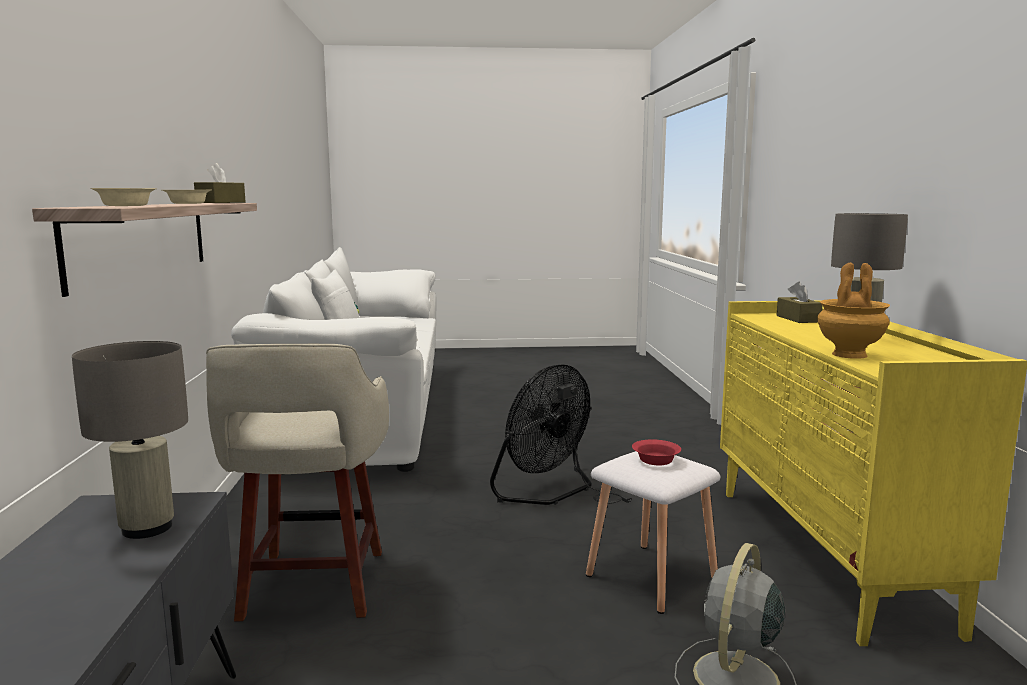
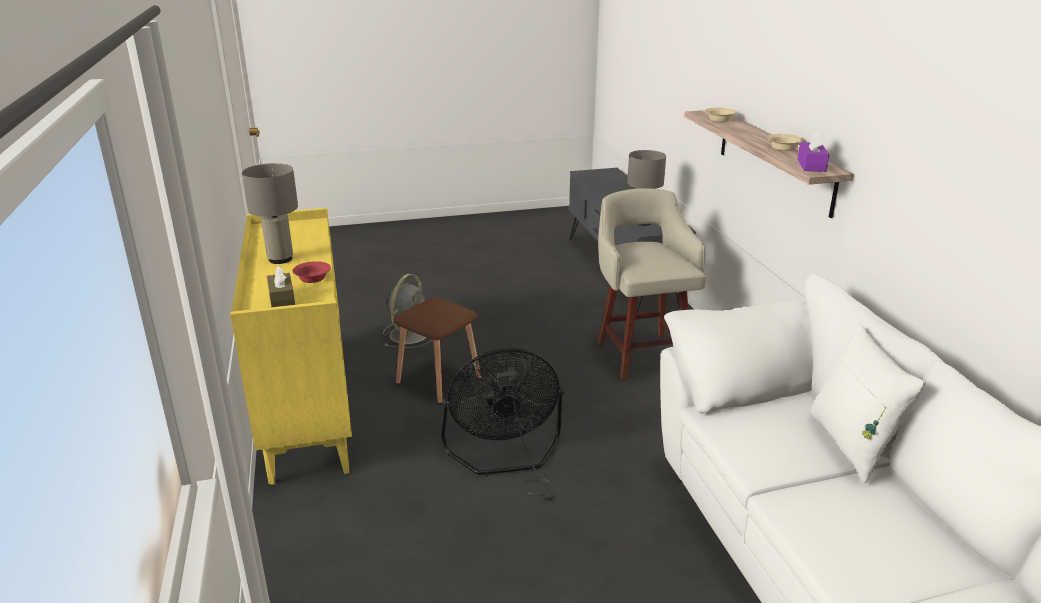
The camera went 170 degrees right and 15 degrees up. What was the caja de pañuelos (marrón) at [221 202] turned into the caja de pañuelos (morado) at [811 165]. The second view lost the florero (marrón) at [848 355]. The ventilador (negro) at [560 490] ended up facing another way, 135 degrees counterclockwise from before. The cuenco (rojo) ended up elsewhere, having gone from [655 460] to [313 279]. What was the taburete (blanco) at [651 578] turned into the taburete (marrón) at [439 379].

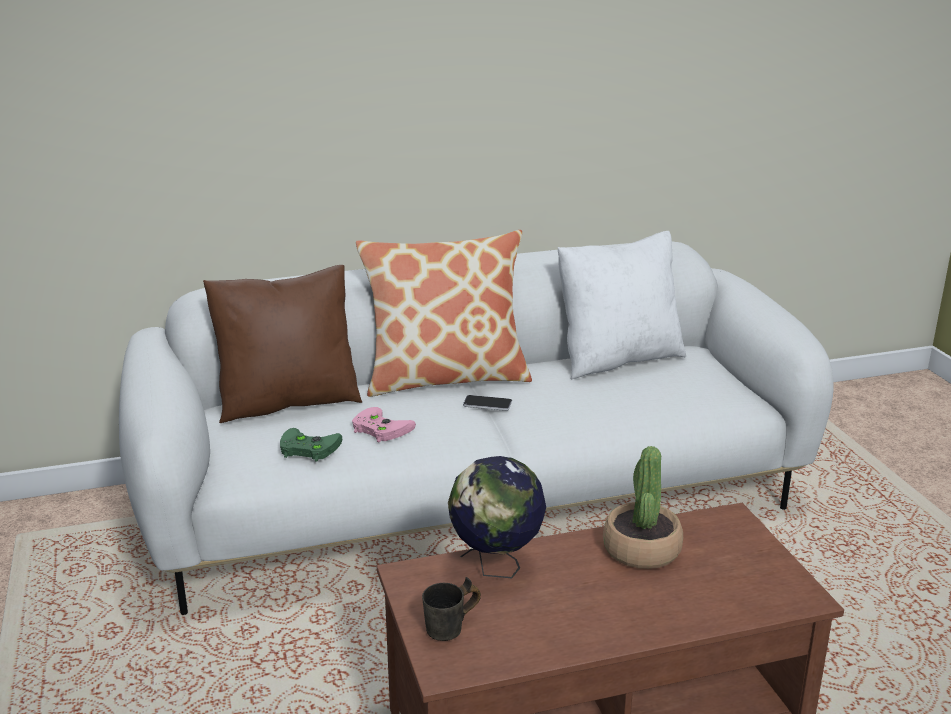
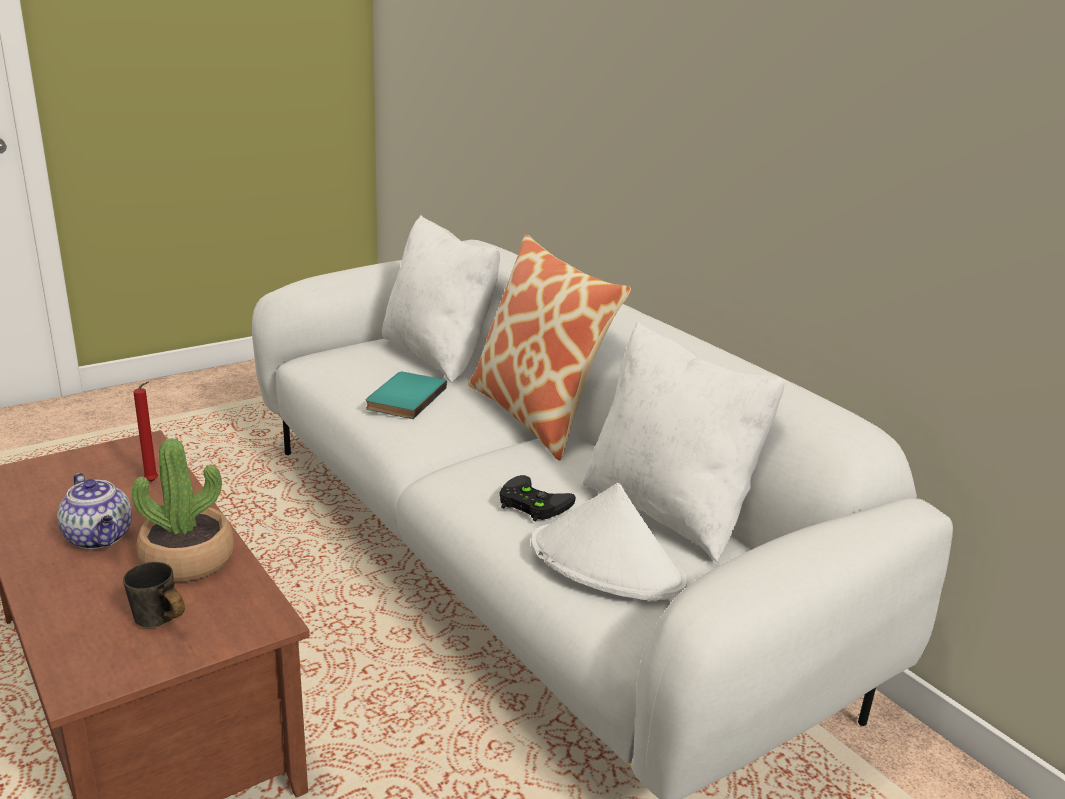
The camera went 70 degrees right and 0 degrees up. What was the cojín (marrón) at [288 402] turned into the cojín (blanco) at [438 355]. The second view lost the móvil at [487 404]. Where the mando de consola (rosa) stood at [379 428], the libro (turquesa) came to stand at [403 398]. The second view lost the mando de consola (verde) at [306 448]. Where the globo terráqueo stood at [496 567], the vela (rojo) came to stand at [153 482]. The taza grande (gris) ended up elsewhere, having gone from [453 631] to [156 624]. The second view gained the tetera at [100 537]. The second view gained the mando de consola (negro) at [531 503]. The second view gained the sombrero (blanco) at [607 564].

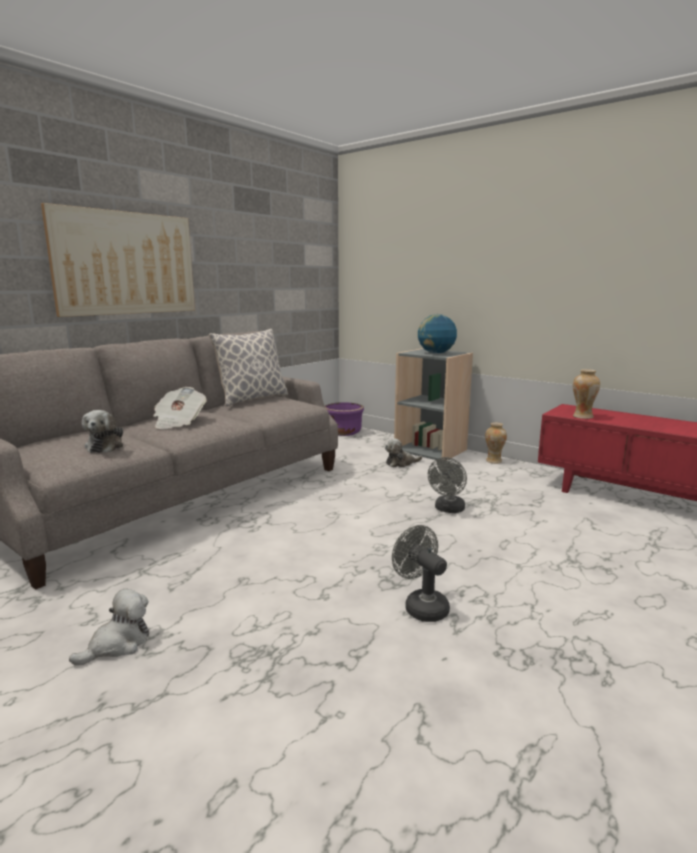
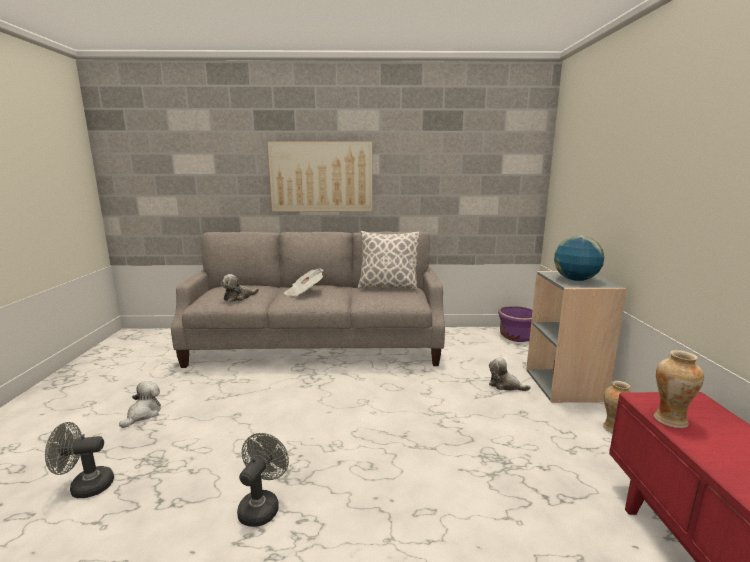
The camera went 50 degrees right and 0 degrees up. The ventilador (gris) ended up elsewhere, having gone from [448 510] to [85 486]. The peluche at [118 644] ended up facing another way, 75 degrees counterclockwise from before.

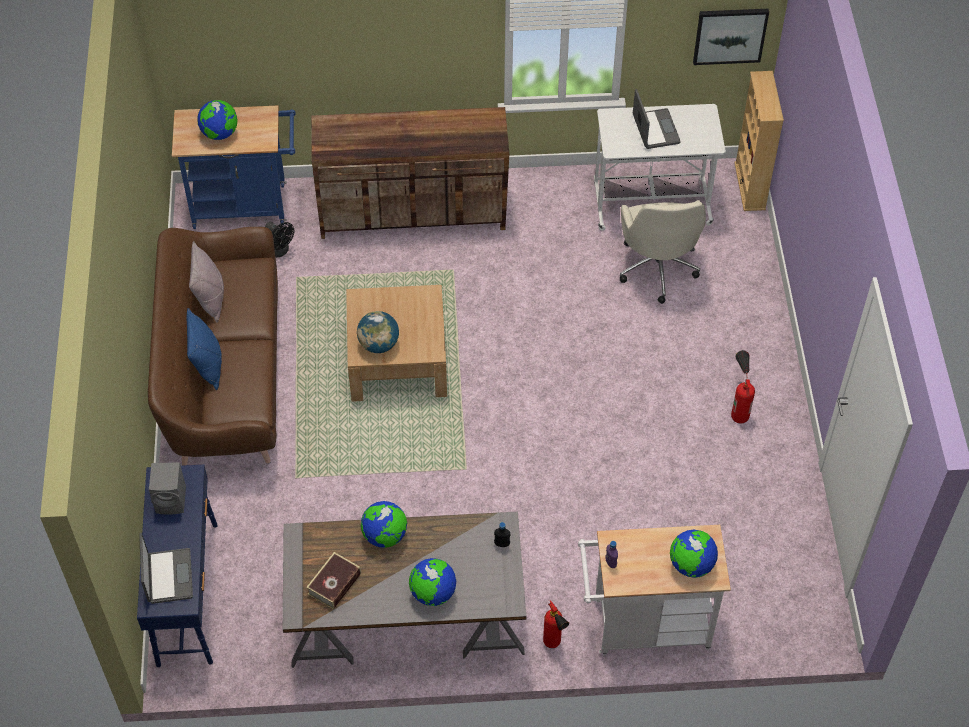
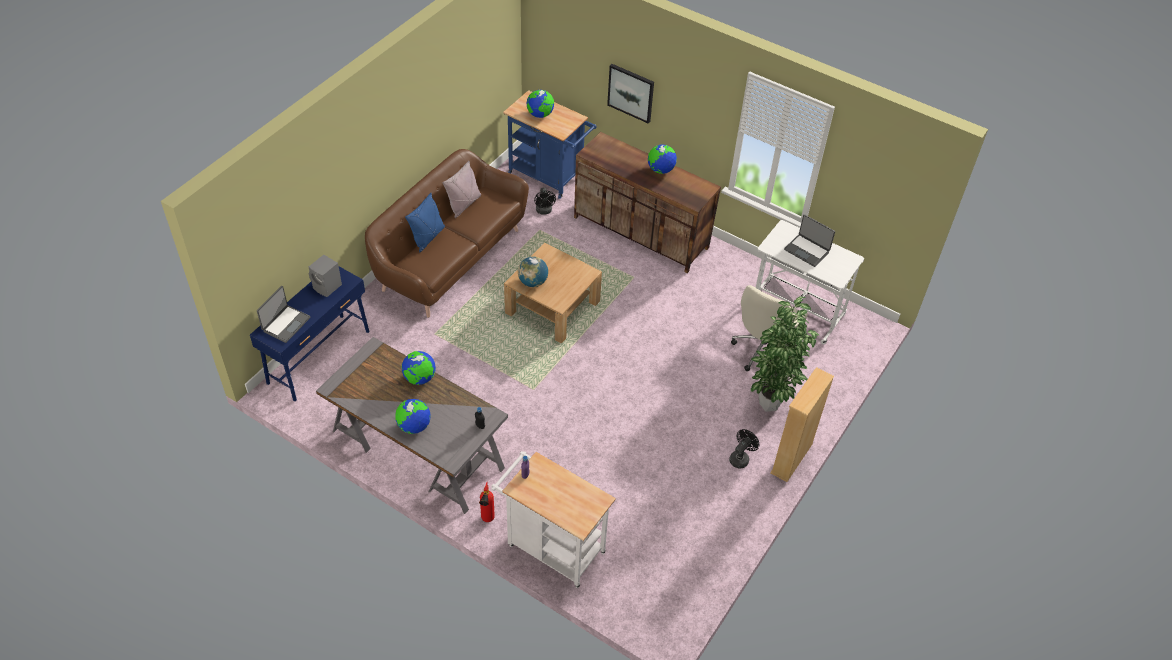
The camera went 35 degrees right and 5 degrees down. The cuadro ended up elsewhere, having gone from [730 35] to [631 92]. The estantería (beis) ended up elsewhere, having gone from [750 186] to [791 458]. The portátil at [654 129] ended up facing another way, 105 degrees clockwise from before. Where the extintor stood at [739 402], the ventilador (negro) came to stand at [741 458]. The globo terráqueo ended up elsewhere, having gone from [691 565] to [660 170]. The second view lost the libro at [334 584]. The second view gained the planta en maceta at [770 407].

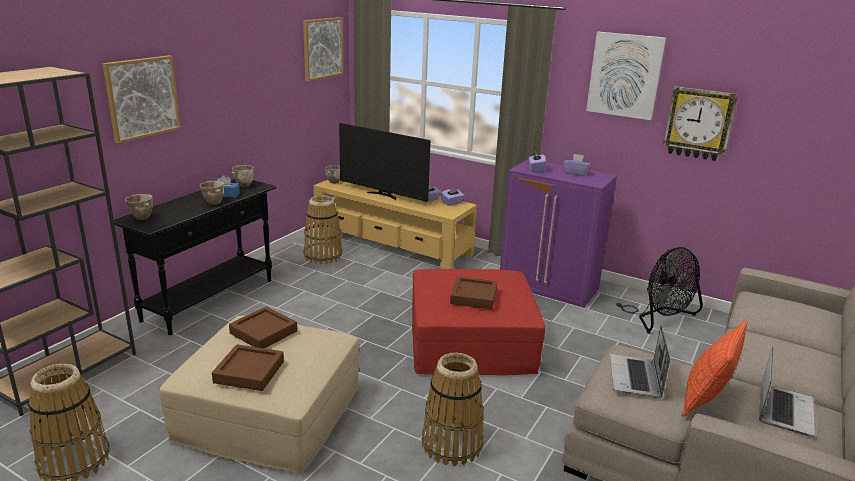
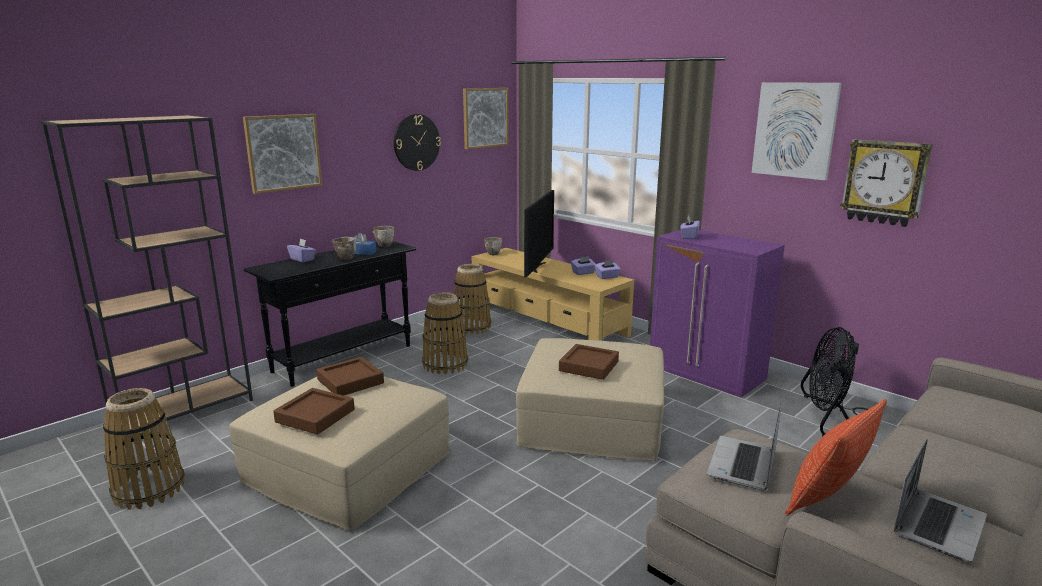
The camera went 15 degrees right and 5 degrees down. The televisor at [383 195] ended up facing another way, 120 degrees counterclockwise from before. The caja de pañuelos (morado) ended up elsewhere, having gone from [575 173] to [302 259]. The second view lost the cuenco at [141 218]. The ventilador (negro) at [658 318] ended up facing another way, 120 degrees clockwise from before. What was the puf (rojo) at [472 342] turned into the puf (beis) at [593 421]. The cesta ended up elsewhere, having gone from [452 444] to [445 364]. The second view gained the reloj de pared at [416 142].

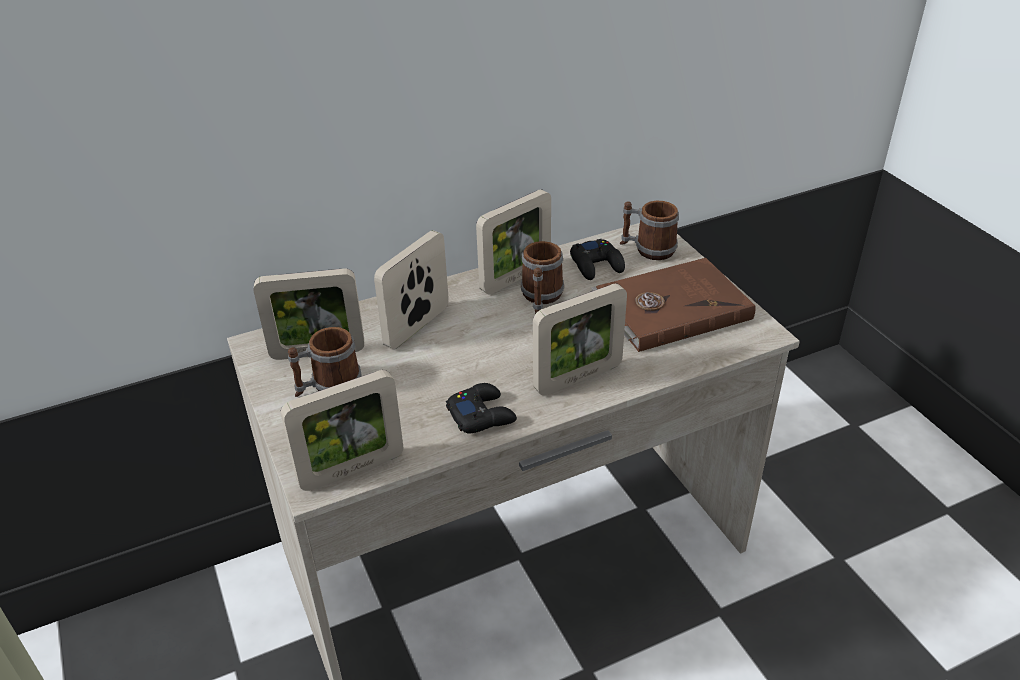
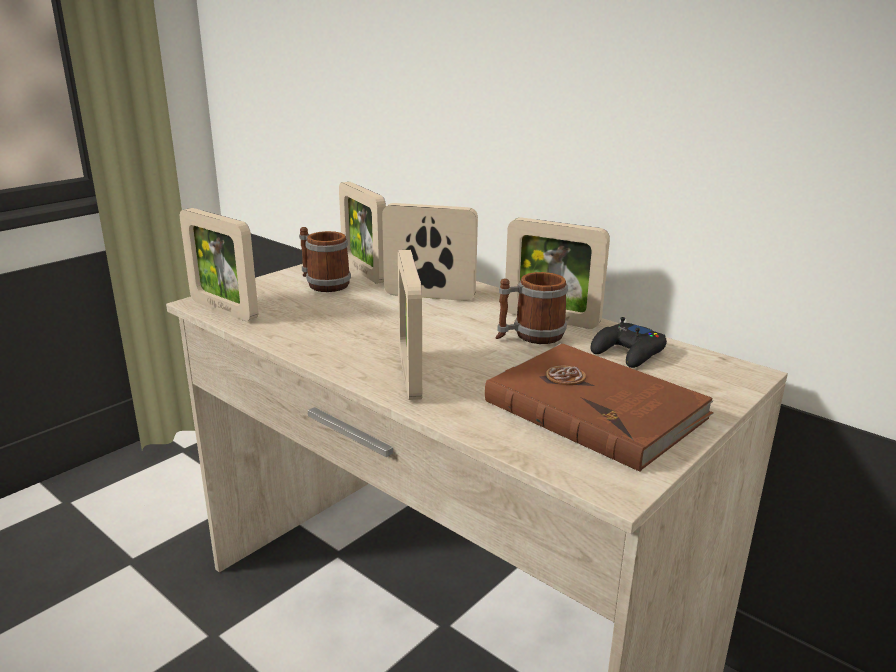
The camera went 65 degrees right and 15 degrees down. The second view lost the taza grande at [647 249]. The portarretratos at [578 378] ended up facing another way, 45 degrees clockwise from before. The second view lost the mando de consola (negro) at [481 415].

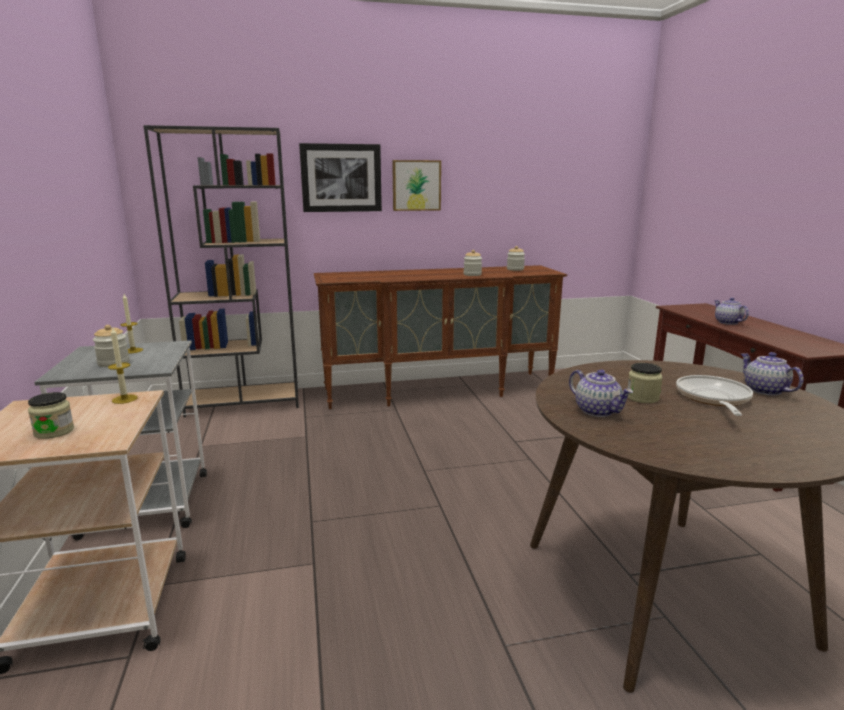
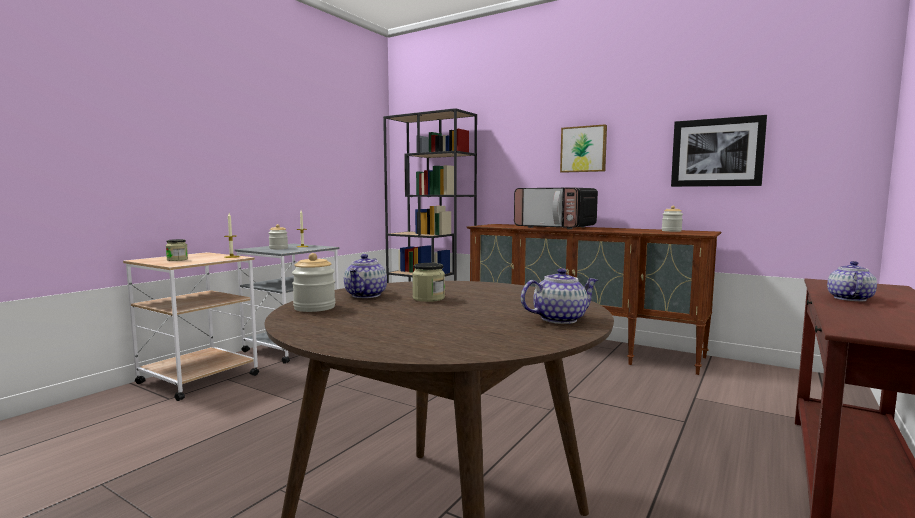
The camera went 45 degrees right and 10 degrees down. The cuadro ended up elsewhere, having gone from [341 178] to [716 152]. The tarro ended up elsewhere, having gone from [472 274] to [314 308]. The tetera at [764 390] ended up facing another way, 45 degrees clockwise from before. The second view lost the sartén at [713 399]. The second view gained the microondas at [556 227].

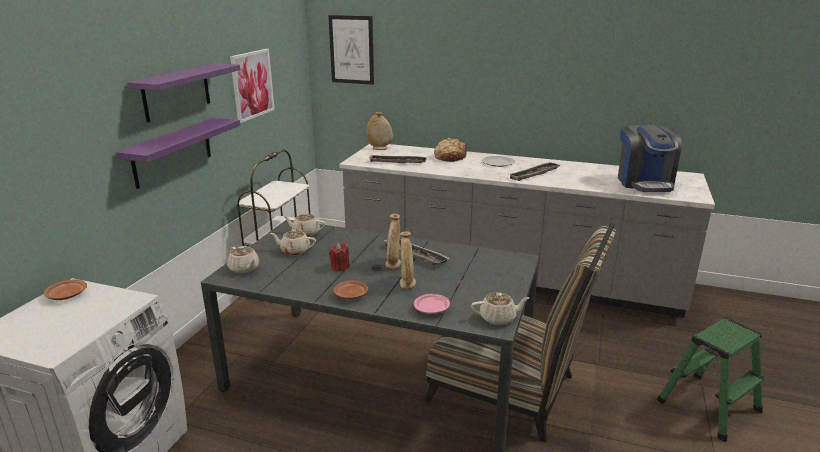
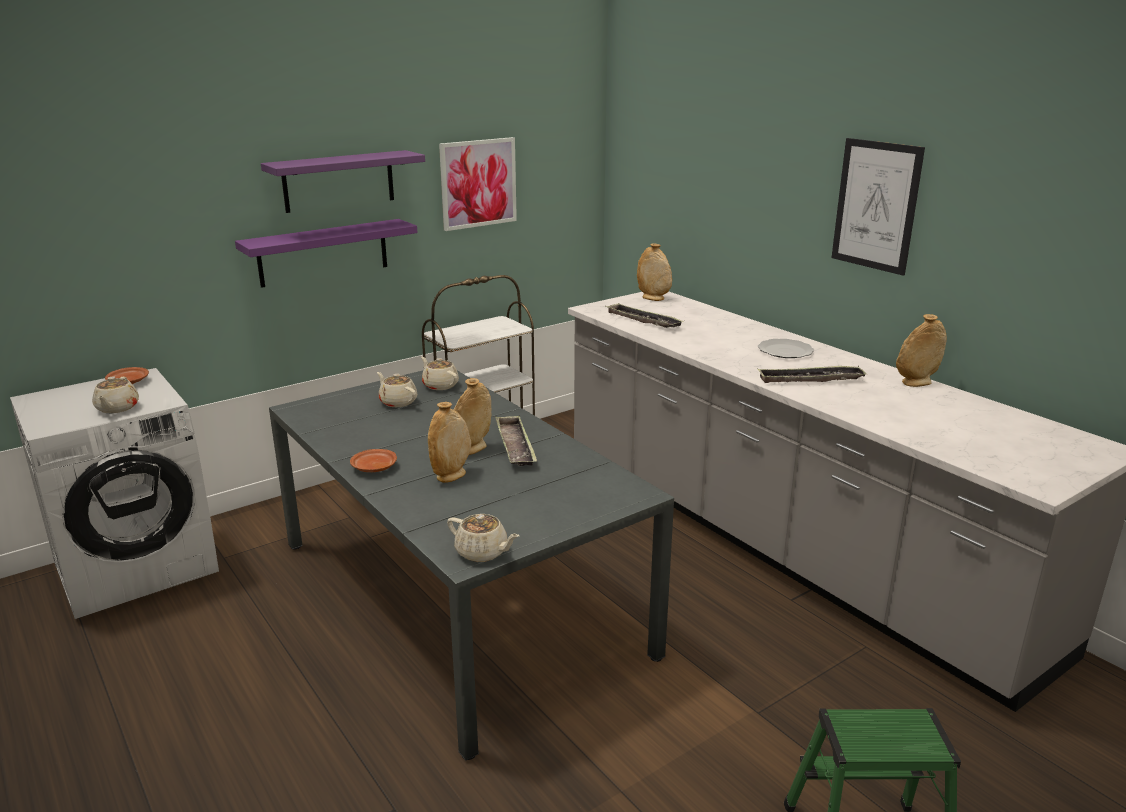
The camera went 35 degrees right and 0 degrees up. The cuadro ended up elsewhere, having gone from [351 50] to [876 205]. The second view lost the cafetera at [644 183]. The second view lost the pan at [450 157]. The second view lost the silla at [510 391]. The second view lost the vela (rojo) at [340 267]. The tetera (beis) ended up elsewhere, having gone from [244 269] to [117 408]. The second view lost the plato (rosa) at [432 309]. The second view gained the florero (beis) at [916 383].

